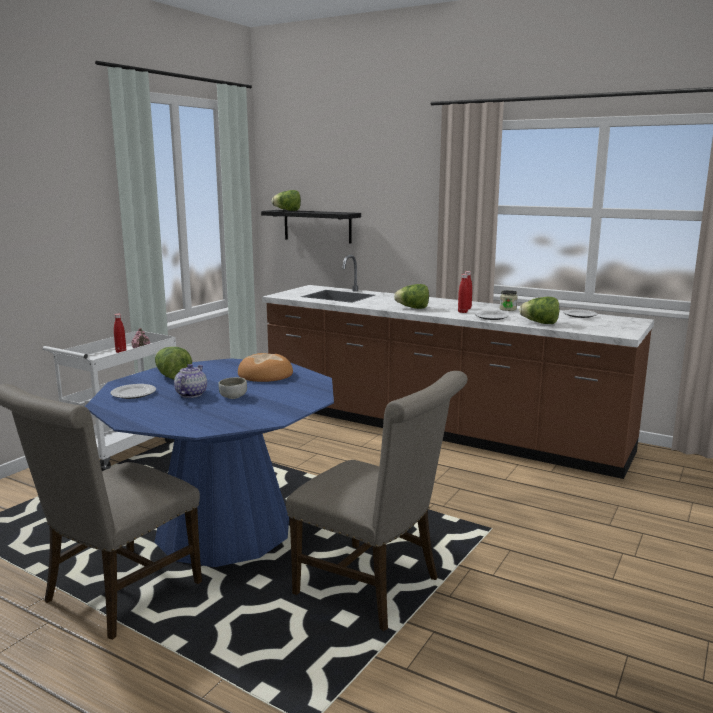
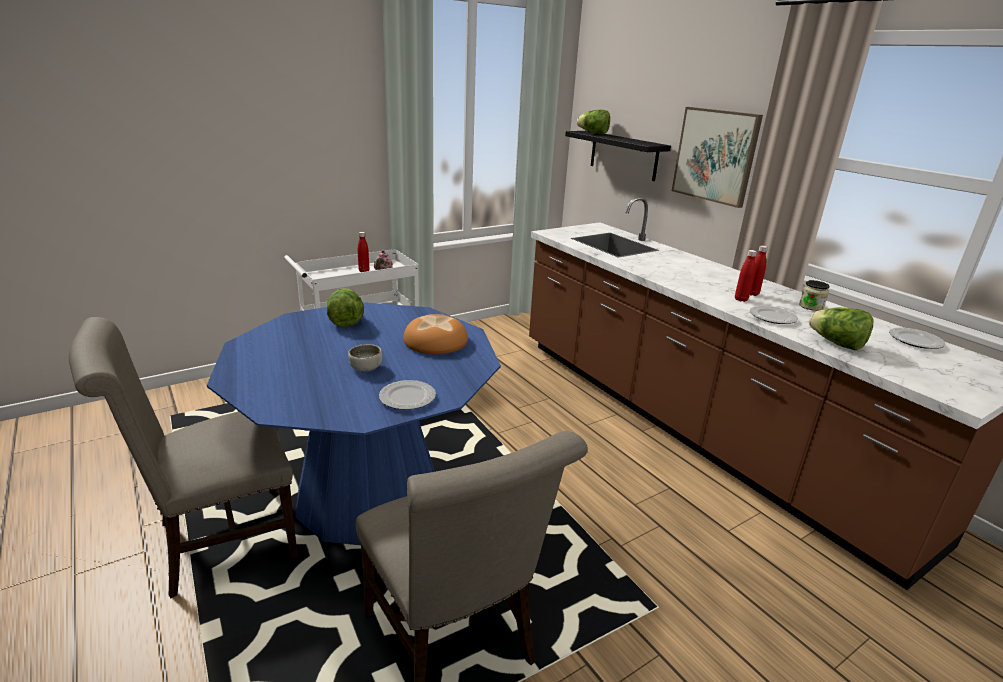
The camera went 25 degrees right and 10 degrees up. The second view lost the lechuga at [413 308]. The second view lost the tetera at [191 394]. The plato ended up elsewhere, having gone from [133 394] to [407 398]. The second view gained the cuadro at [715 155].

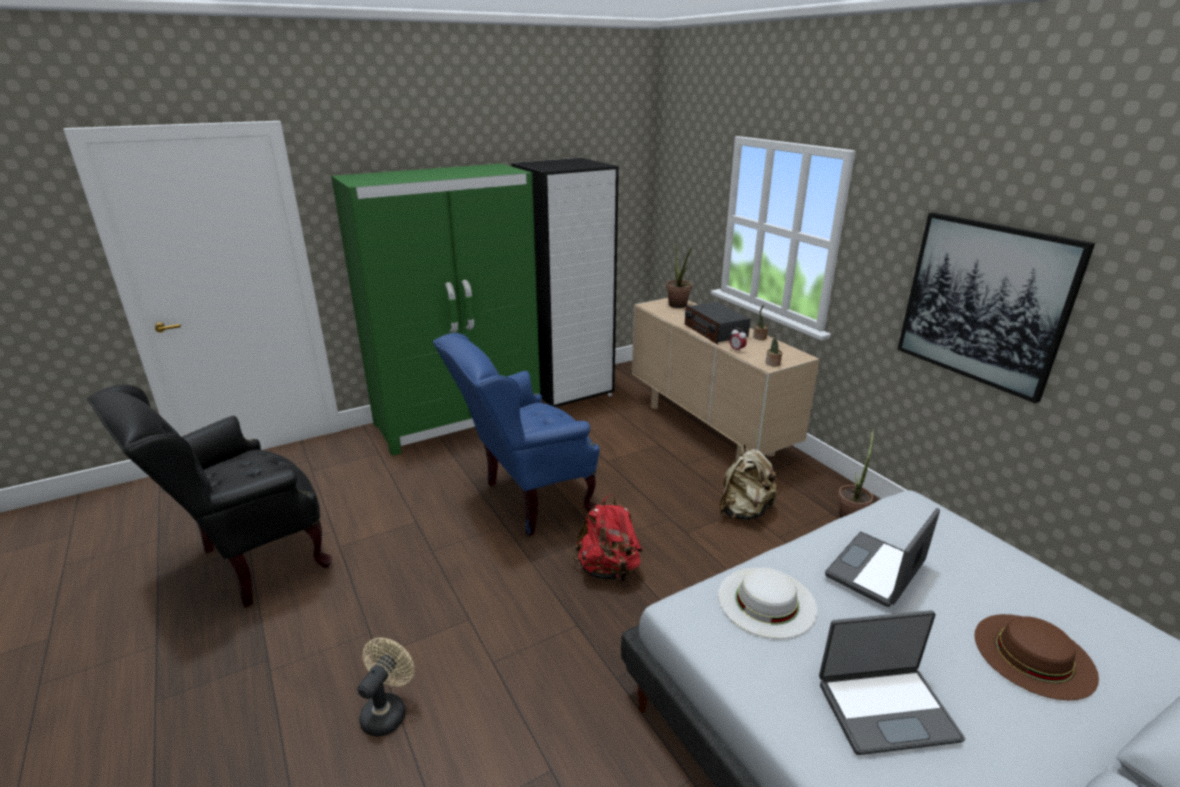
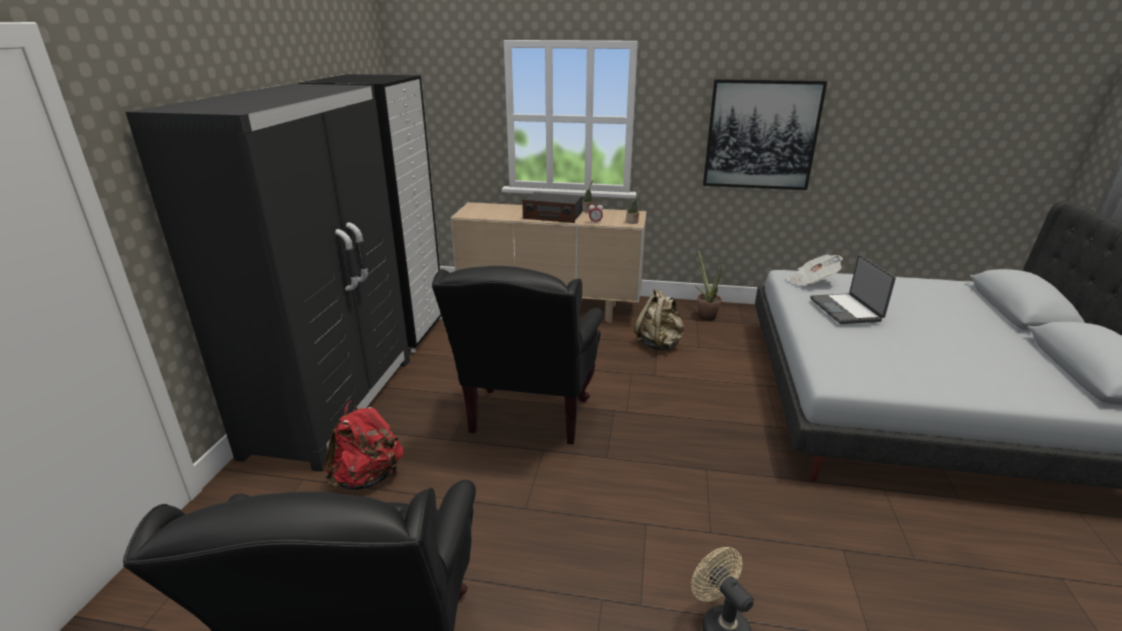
The camera went 50 degrees left and 0 degrees up. What was the armario (verde) at [460 420] turned into the armario (negro) at [336 403]. The second view lost the planta en maceta at [679 306]. What was the sillón (azul) at [525 502] turned into the sillón (negro) at [525 425]. The mochila (rojo) ended up elsewhere, having gone from [608 570] to [368 477]. The second view lost the sombrero (blanco) at [766 601]. The second view lost the portátil at [885 708]. The second view lost the sombrero (marrón) at [1034 654]. The second view gained the periódico at [811 282].

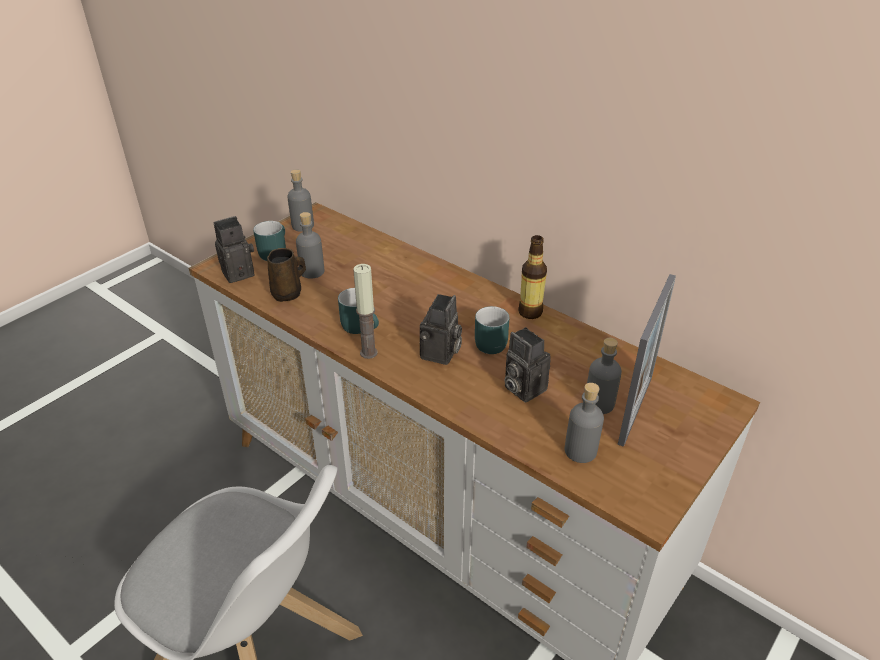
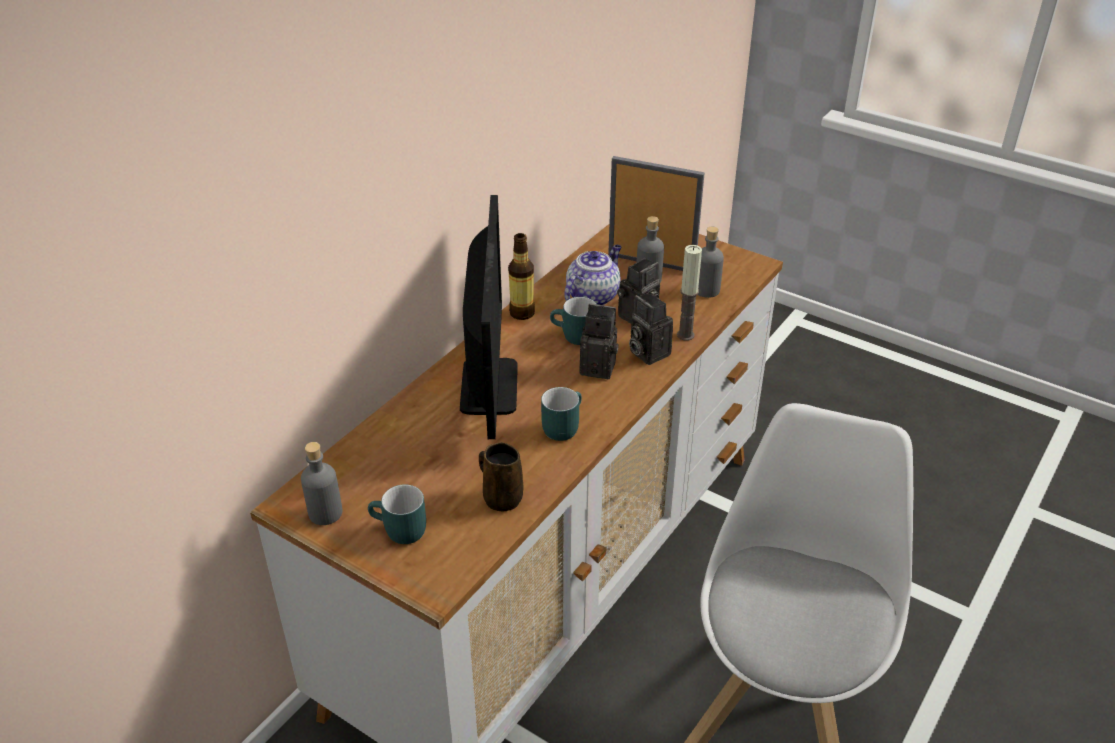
The camera went 95 degrees left and 0 degrees up. The second view lost the botella (gris) at [312 271]. The cámara ended up elsewhere, having gone from [239 272] to [646 352]. The vela ended up elsewhere, having gone from [368 353] to [685 335]. The second view gained the monitor at [489 386]. The second view gained the tetera at [593 296].

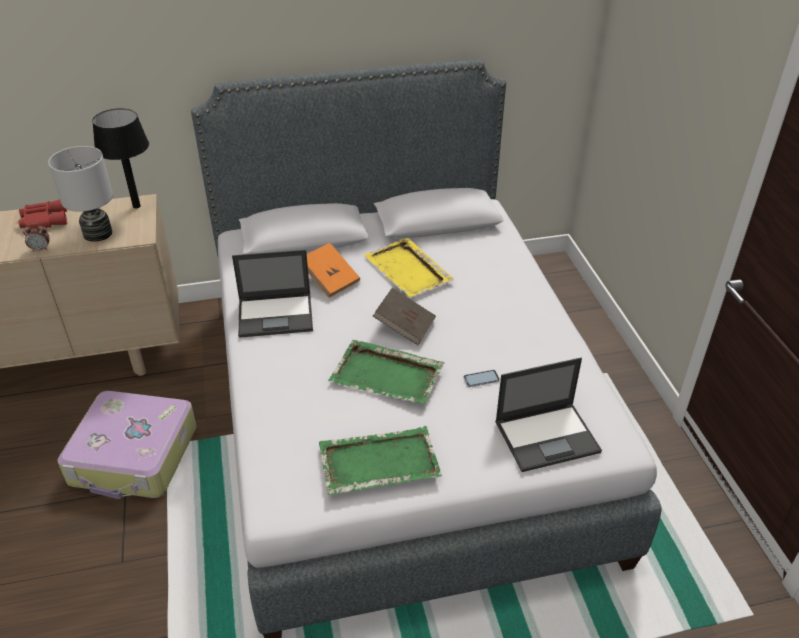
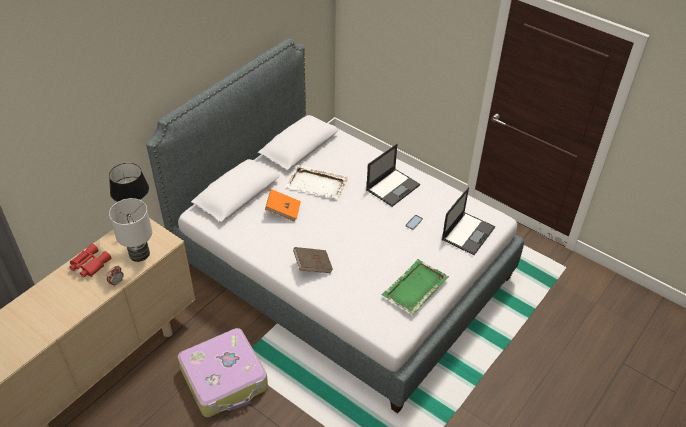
The camera went 40 degrees left and 5 degrees up. What was the bandeja (amarillo) at [408 270] turned into the bandeja (blanco) at [317 184]. The portátil ended up elsewhere, having gone from [276 315] to [393 187]. The libro (marrón) ended up elsewhere, having gone from [405 326] to [313 266]. The second view lost the bandeja (verde) at [387 375].

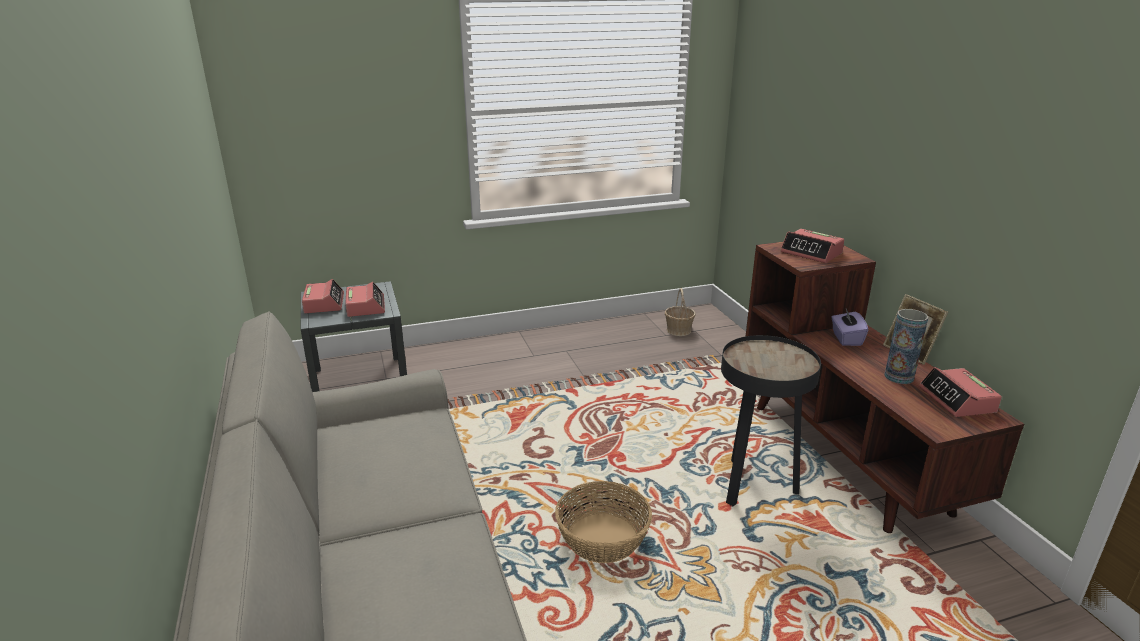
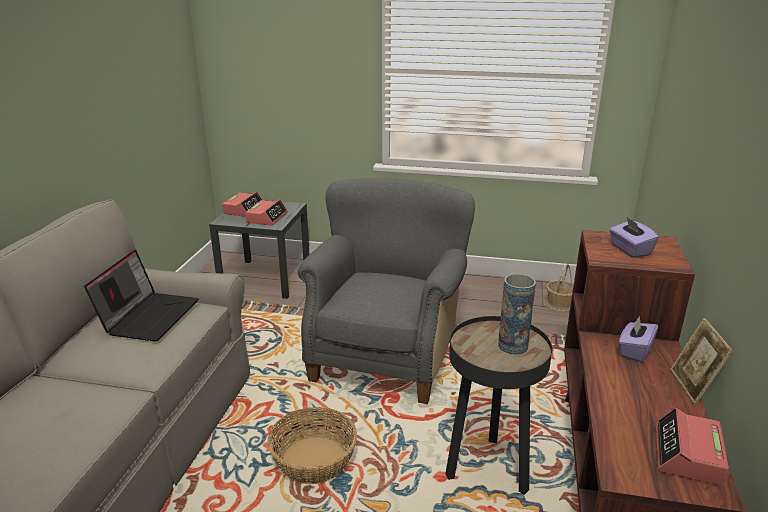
The camera went 30 degrees right and 0 degrees up. Where the despertador stood at [811 253], the caja de pañuelos (morado) came to stand at [629 250]. The florero ended up elsewhere, having gone from [899 377] to [512 346]. The second view gained the sillón (gris) at [386 353]. The second view gained the portátil at [149 316].

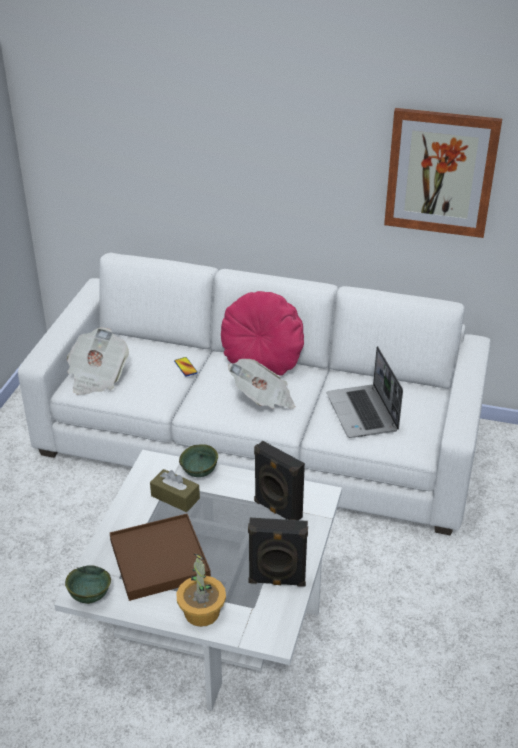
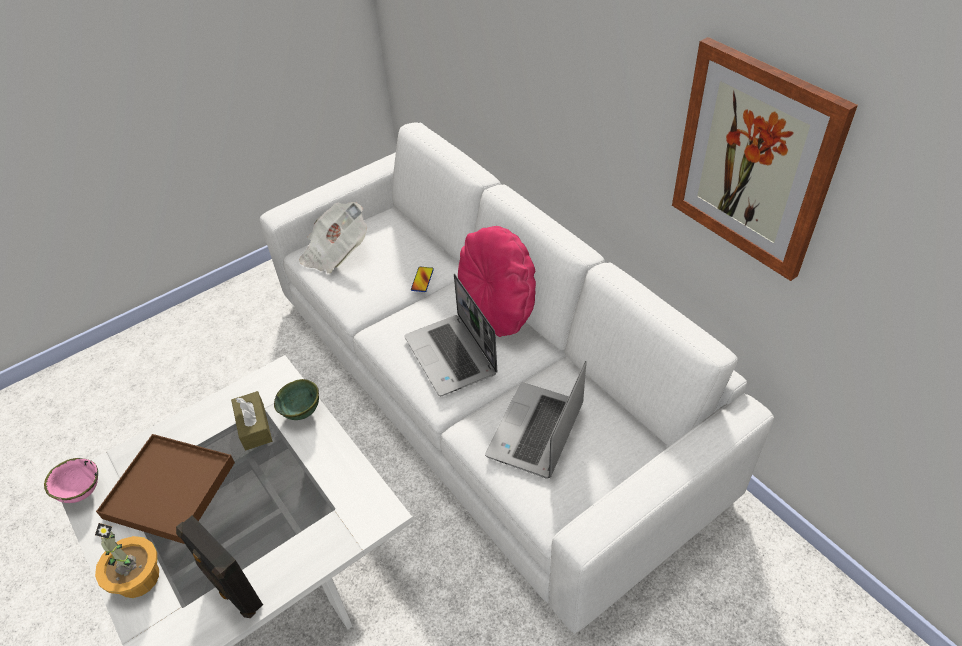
The camera went 40 degrees right and 10 degrees up. Where the periódico stood at [263 399], the portátil came to stand at [452 356]. The second view lost the altavoz (negro) at [277 510]. What was the cuenco (verde) at [89 597] turned into the cuenco (rosa) at [81 491].

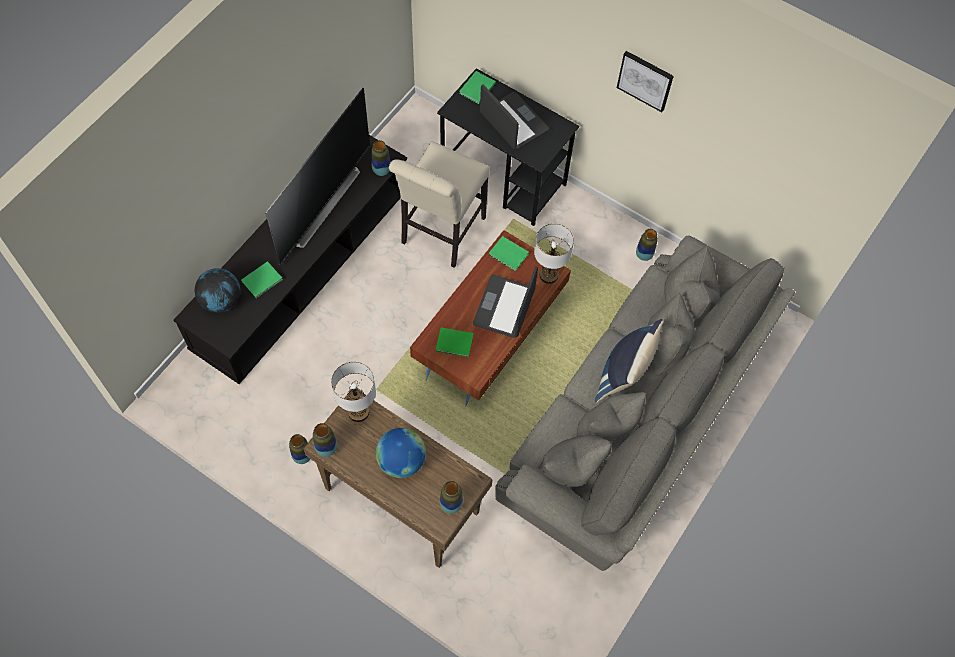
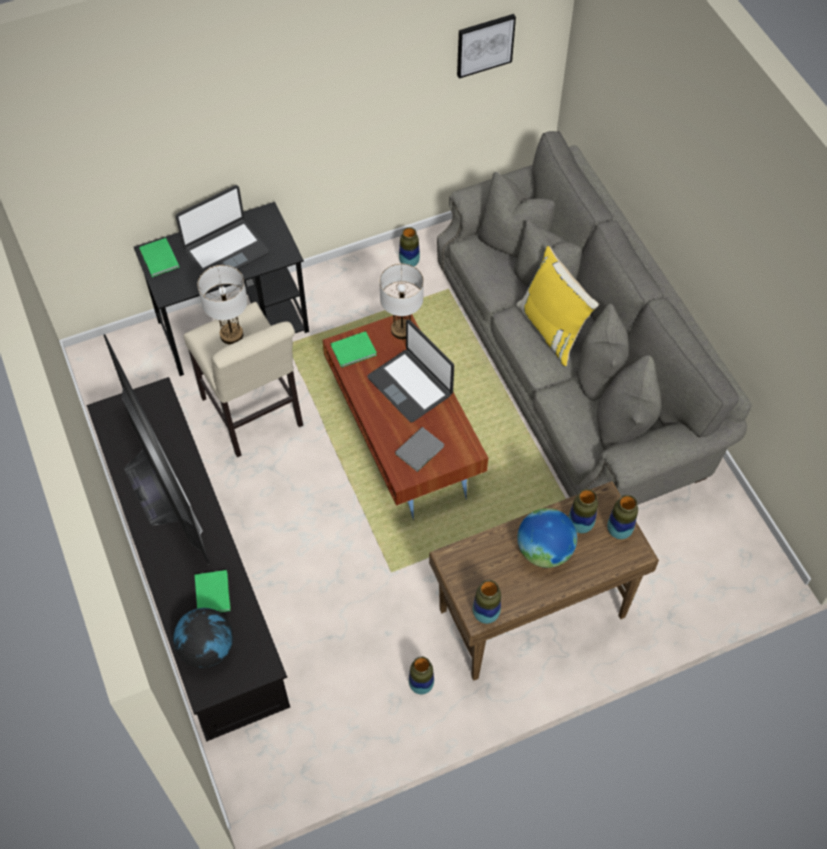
The camera went 55 degrees left and 5 degrees down. The cuadro ended up elsewhere, having gone from [645 80] to [484 44]. The portátil at [513 122] ended up facing another way, 150 degrees clockwise from before. The florero ended up elsewhere, having gone from [381 170] to [580 525]. What was the cojín (azul) at [623 375] turned into the cojín (amarillo) at [552 329]. What was the libro (verde) at [455 343] turned into the libro (gris) at [421 450]. The lámpara de mesa ended up elsewhere, having gone from [358 412] to [232 335].

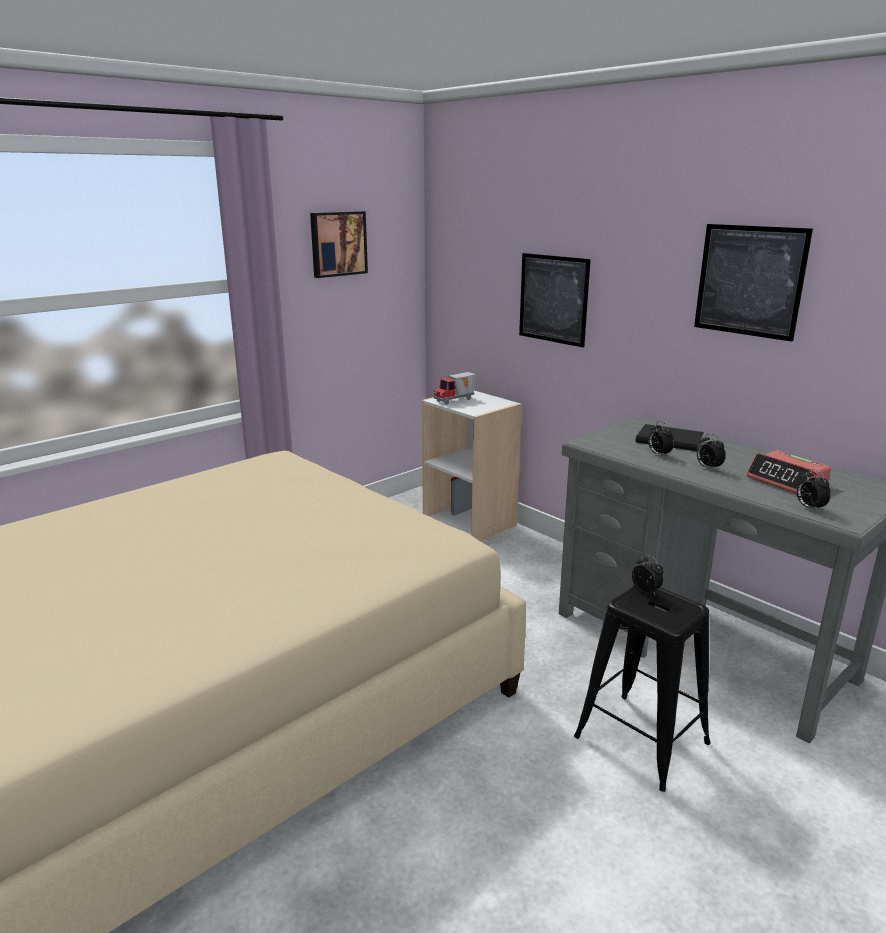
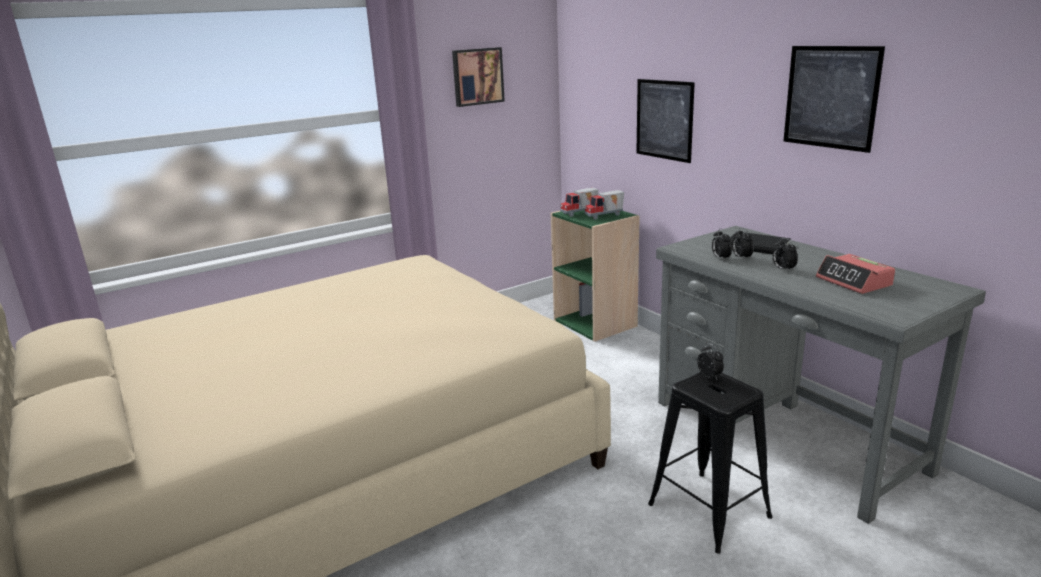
The camera went 10 degrees right and 0 degrees up. What was the estantería (blanco) at [471 522] turned into the estantería (verde) at [596 323]. The despertador ended up elsewhere, having gone from [809 508] to [720 258]. The second view gained the camión de juguete at [605 216].

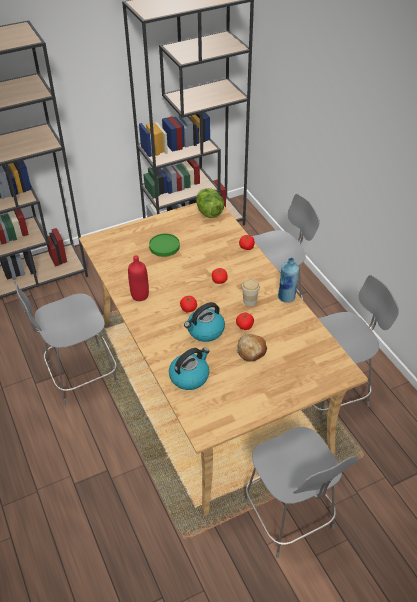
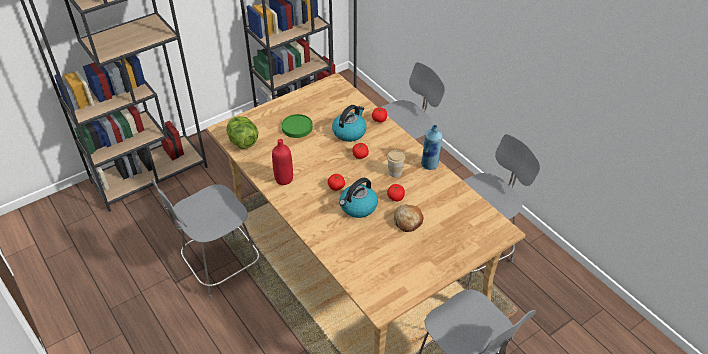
The camera went 10 degrees left and 0 degrees up. The lechuga ended up elsewhere, having gone from [209 212] to [243 142]. The hervidor ended up elsewhere, having gone from [189 376] to [349 132].

